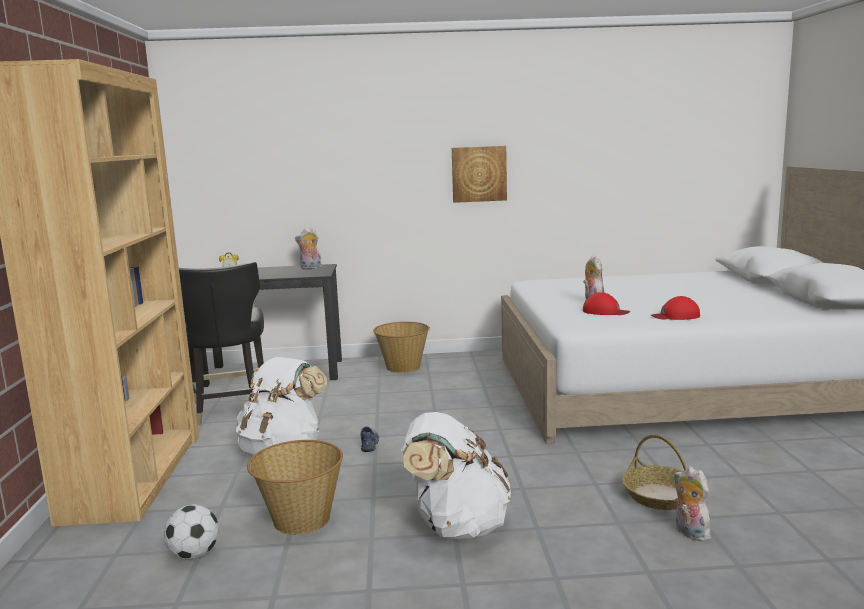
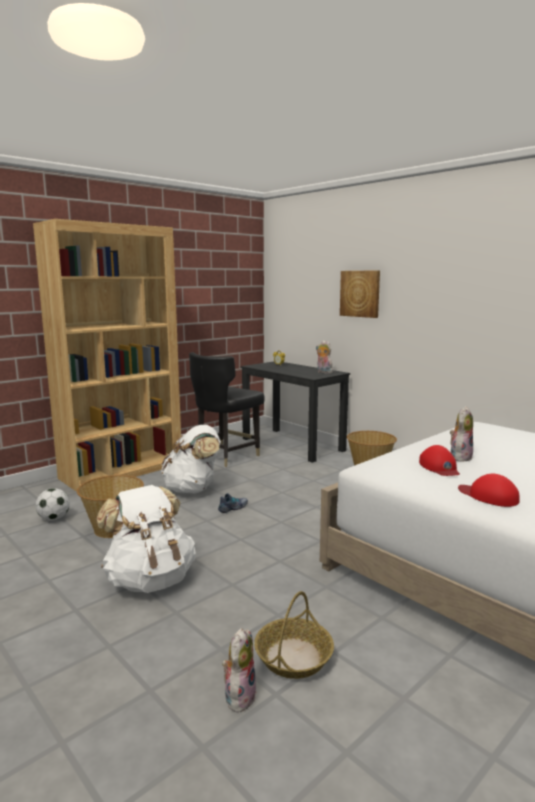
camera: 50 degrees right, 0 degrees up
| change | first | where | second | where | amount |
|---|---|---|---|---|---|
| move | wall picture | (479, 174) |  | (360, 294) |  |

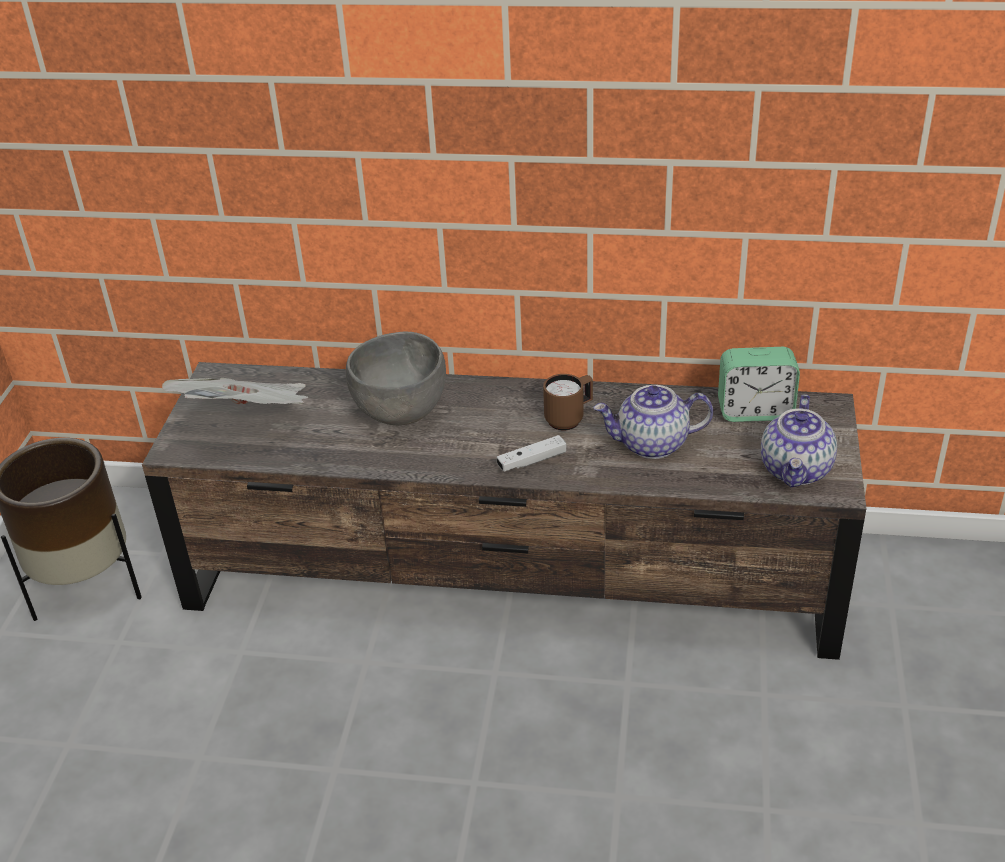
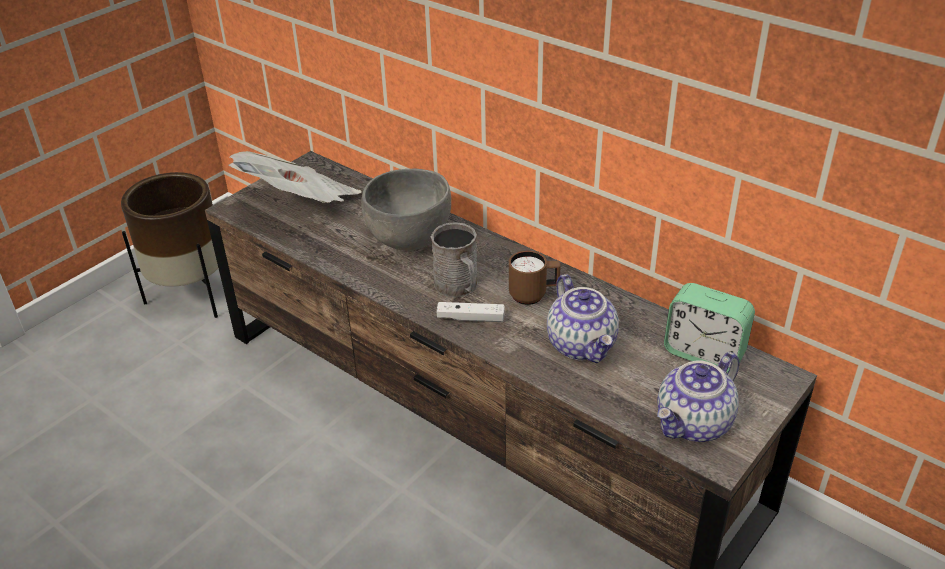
camera: 30 degrees right, 0 degrees up
| change | first | where | second | where | amount |
|---|---|---|---|---|---|
| rotate | pot for tea | (653, 422) |  | (583, 318) | 135 degrees counterclockwise |
| insert |  |  | coffee mug/grey | (454, 259) |  |

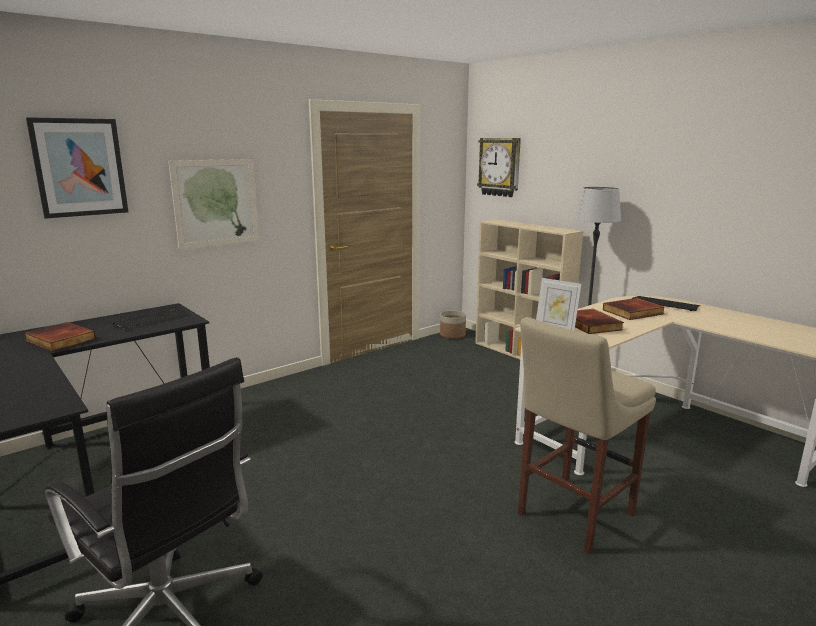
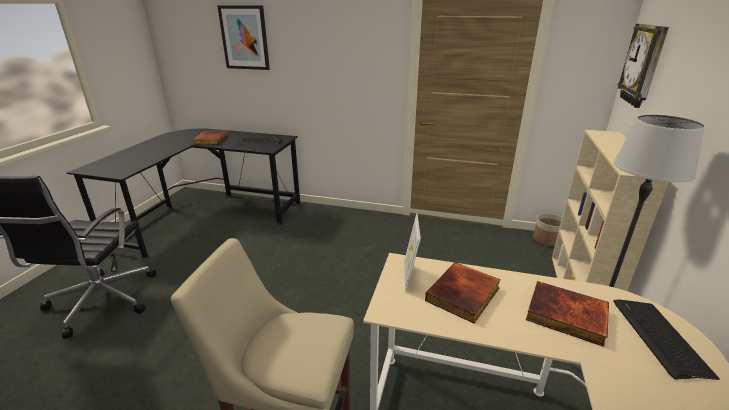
camera: 55 degrees right, 10 degrees up
| change | first | where | second | where | amount |
|---|---|---|---|---|---|
| delete | wall picture | (213, 204) |  |  |  |

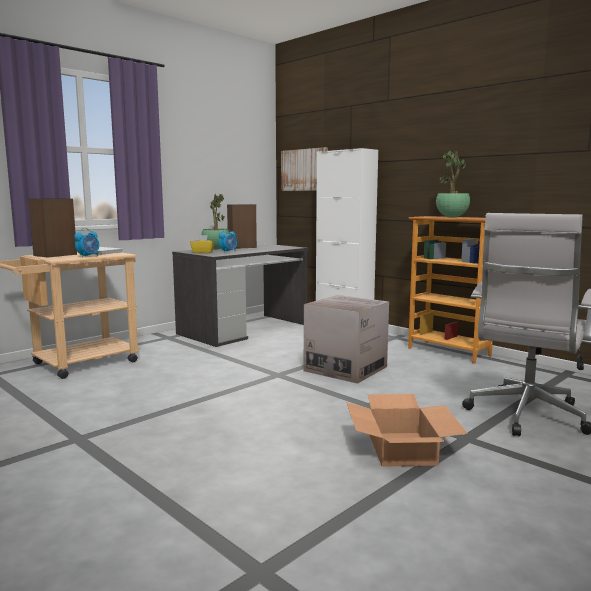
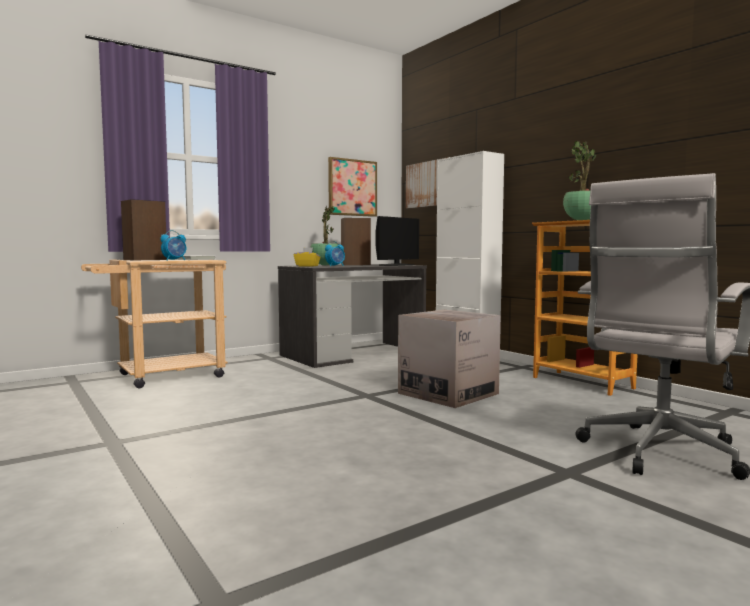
camera: 10 degrees right, 5 degrees down
| change | first | where | second | where | amount |
|---|---|---|---|---|---|
| delete | cardboard box | (407, 430) |  |  |  |
| insert |  |  | wall picture | (352, 187) |  |
| insert |  |  | computer display | (397, 241) |  |

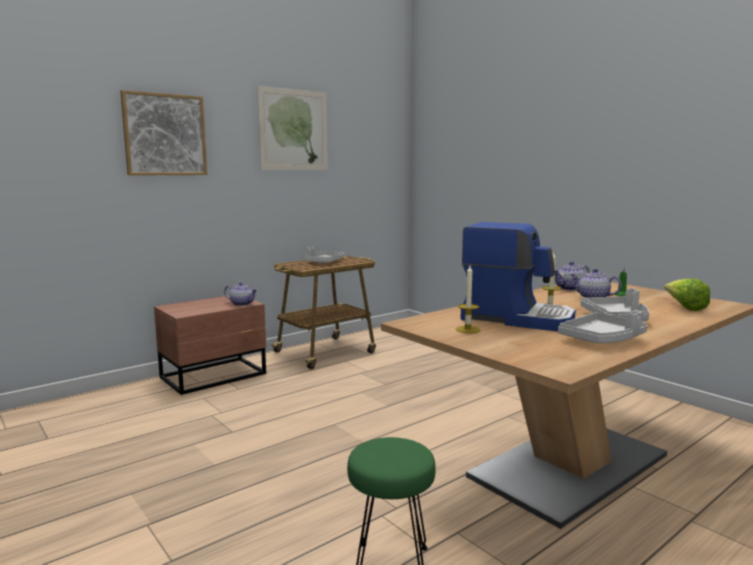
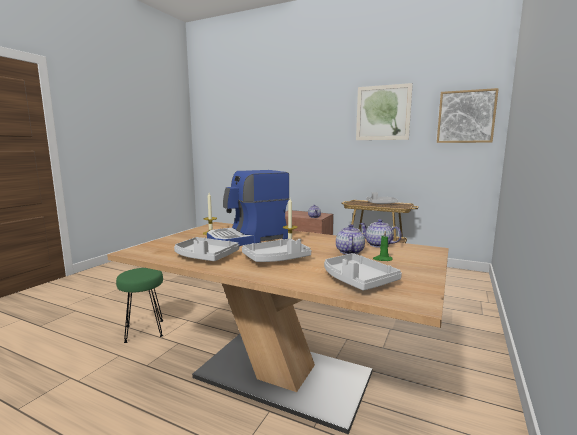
camera: 65 degrees right, 0 degrees up
| change | first | where | second | where | amount |
|---|---|---|---|---|---|
| move | wall picture | (163, 133) |  | (468, 115) |  |
| rotate | coffee machine | (518, 277) |  | (248, 208) | 60 degrees clockwise |
| replace | lettuce head | (687, 295) | serving tray/grey | (363, 272) |  |

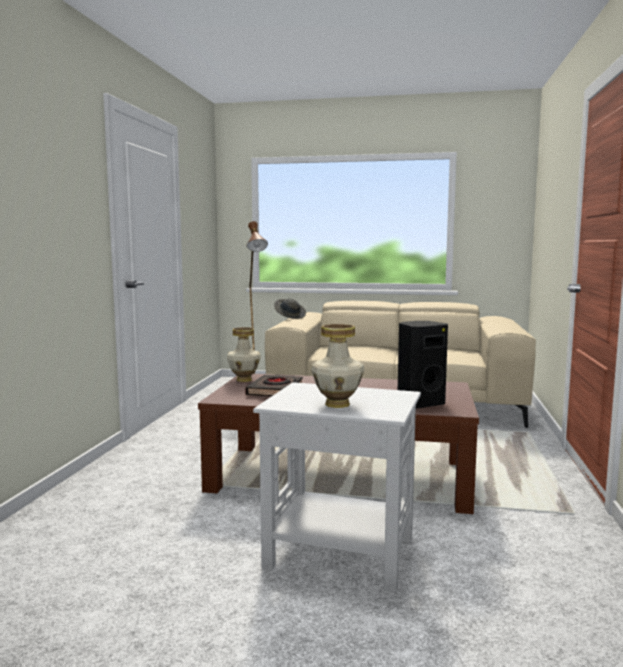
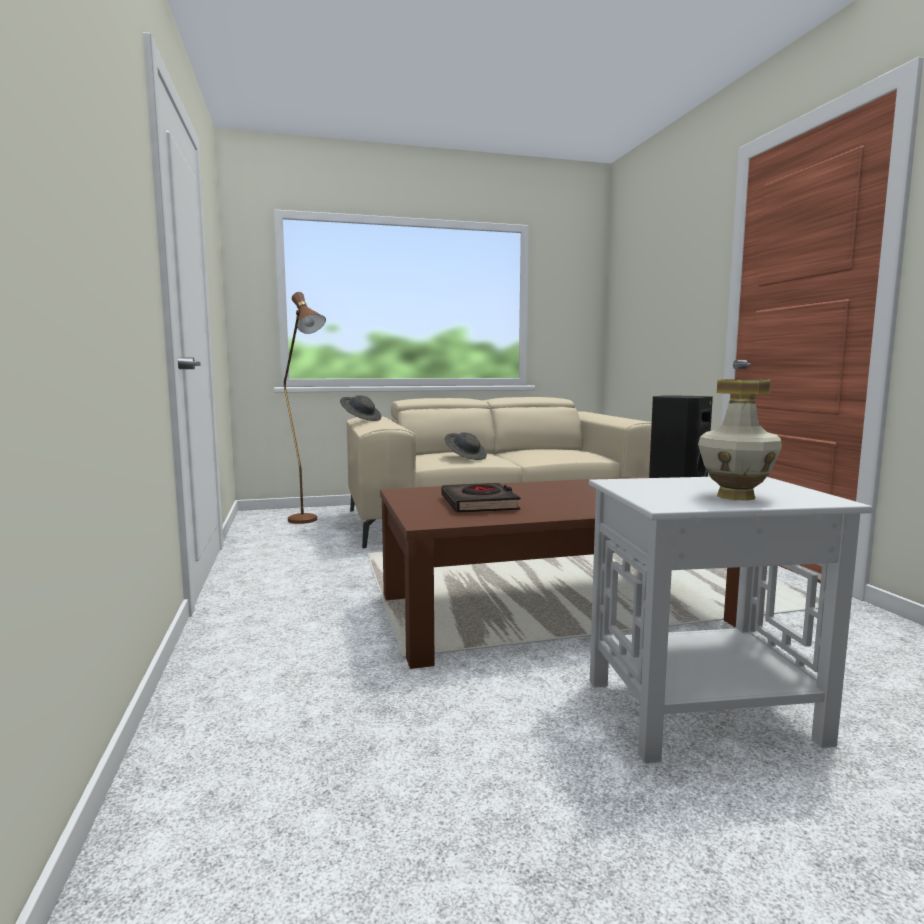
camera: 25 degrees left, 0 degrees up
| change | first | where | second | where | amount |
|---|---|---|---|---|---|
| delete | vase | (244, 354) |  |  |  |
| insert |  |  | clothing hat/grey | (466, 446) |  |

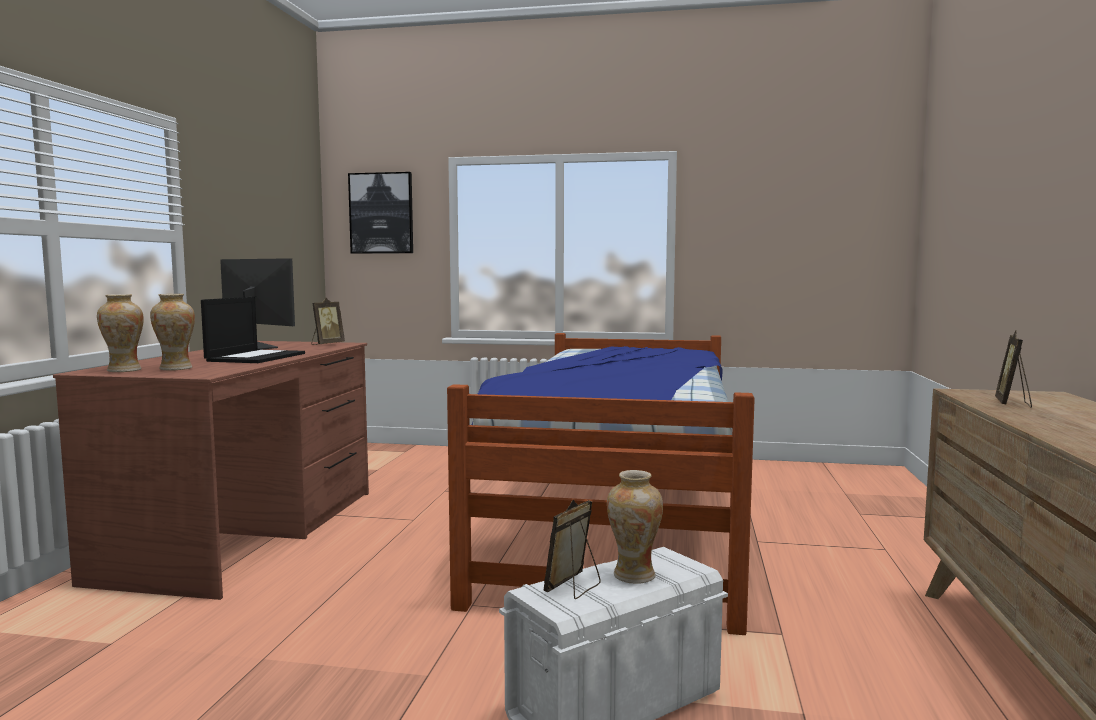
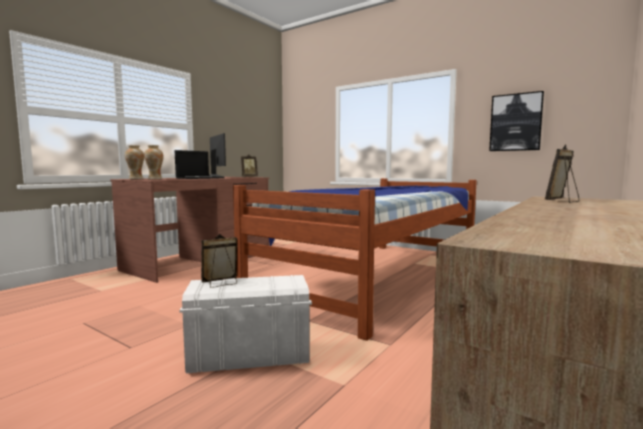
camera: 25 degrees right, 0 degrees up
| change | first | where | second | where | amount |
|---|---|---|---|---|---|
| move | wall picture | (380, 213) |  | (516, 121) |  |
| delete | vase | (635, 527) |  |  |  |

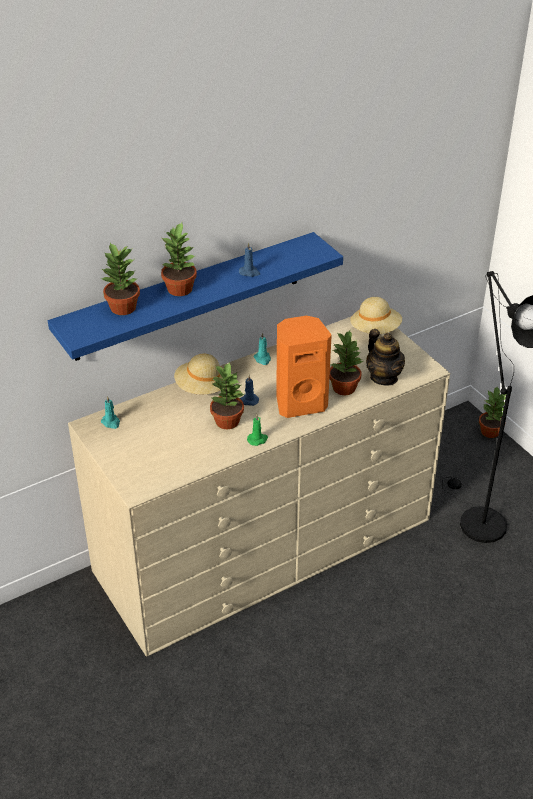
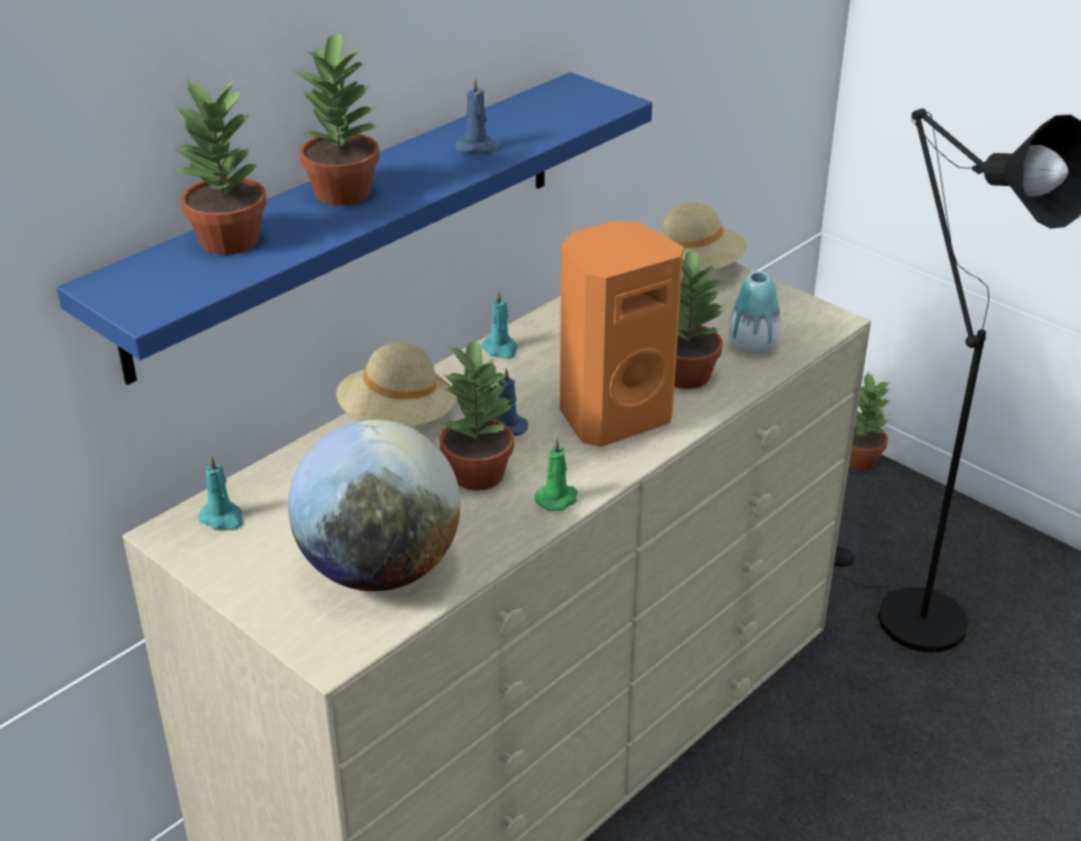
camera: 15 degrees left, 5 degrees down
| change | first | where | second | where | amount |
|---|---|---|---|---|---|
| replace | pot for tea | (385, 357) | vase | (754, 312) |  |
| insert |  |  | world globe | (374, 505) |  |

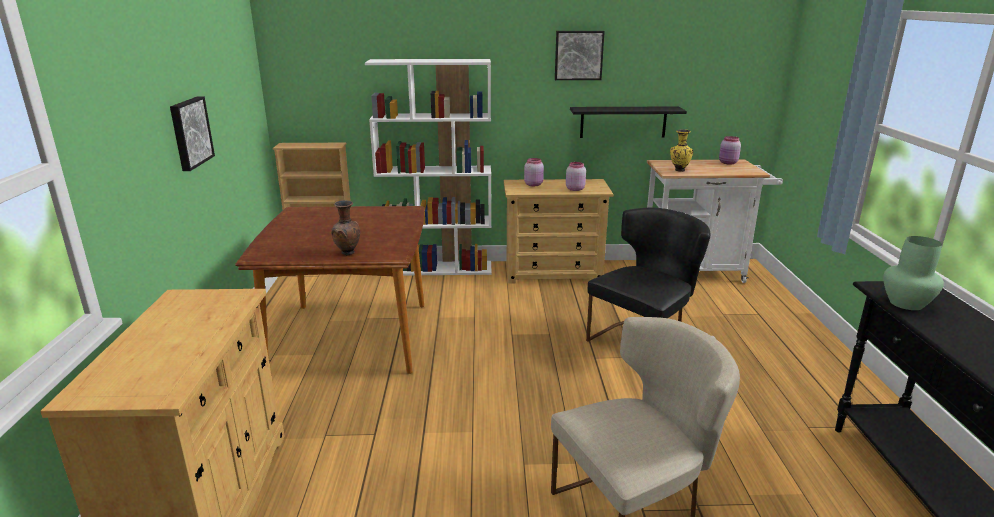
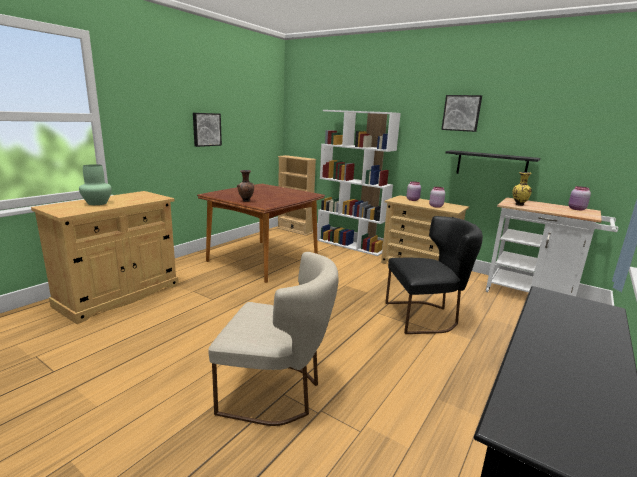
camera: 35 degrees right, 5 degrees down
| change | first | where | second | where | amount |
|---|---|---|---|---|---|
| move | vase/greenish | (913, 273) |  | (95, 184) |  |

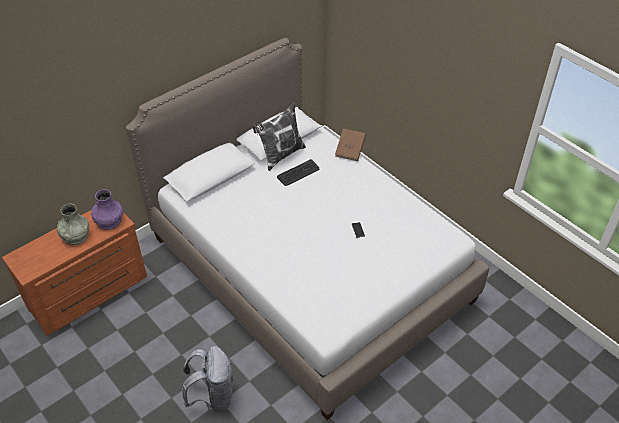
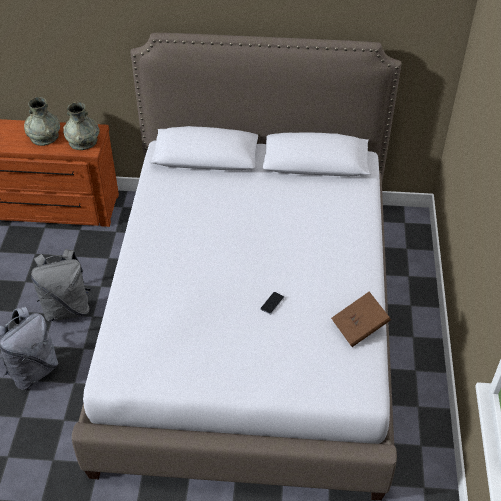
camera: 45 degrees right, 0 degrees up
| change | first | where | second | where | amount |
|---|---|---|---|---|---|
| delete | cushion | (279, 137) |  |  |  |
| move | volume/brownish | (350, 144) |  | (361, 319) |  |
| delete | PC keyboard | (298, 172) |  |  |  |
| recolor | vase/purplish | (107, 209) | vase/grey | (81, 126) |  |
| insert |  |  | rucksack/grey | (61, 285) |  |

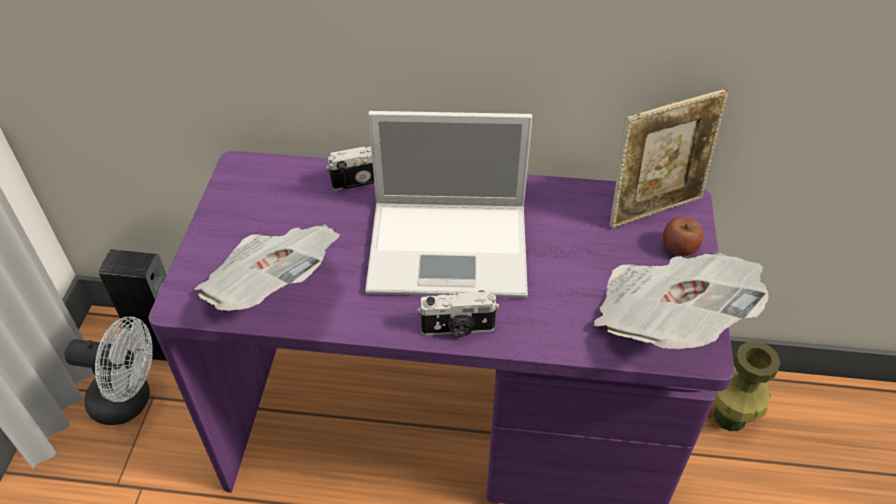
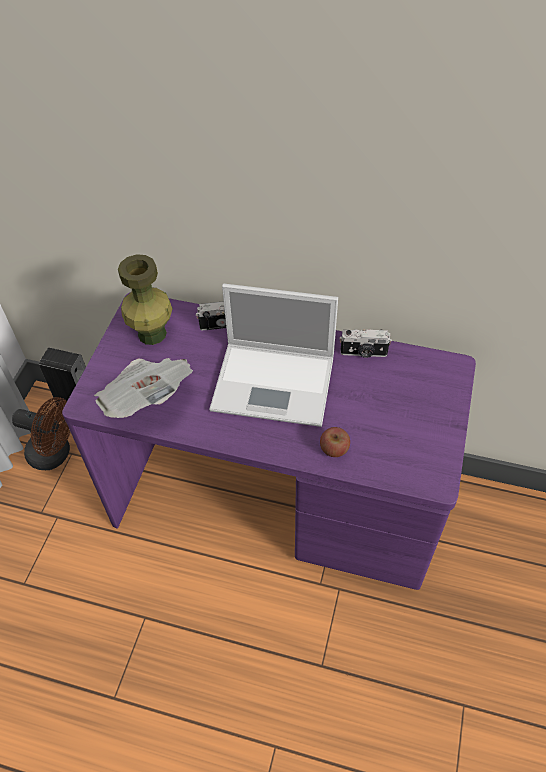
camera: 10 degrees right, 5 degrees up
| change | first | where | second | where | amount |
|---|---|---|---|---|---|
| delete | standing frame | (669, 158) |  |  |  |
| move | apple | (683, 236) |  | (335, 442) |  |
| delete | newspaper | (681, 301) |  |  |  |
| move | photo camera | (458, 313) |  | (366, 343) |  |
| recolor | electric fan/white | (108, 370) | electric fan/brownish | (41, 433) |  |
| move | vase/greenish | (747, 386) |  | (145, 299) |  |

